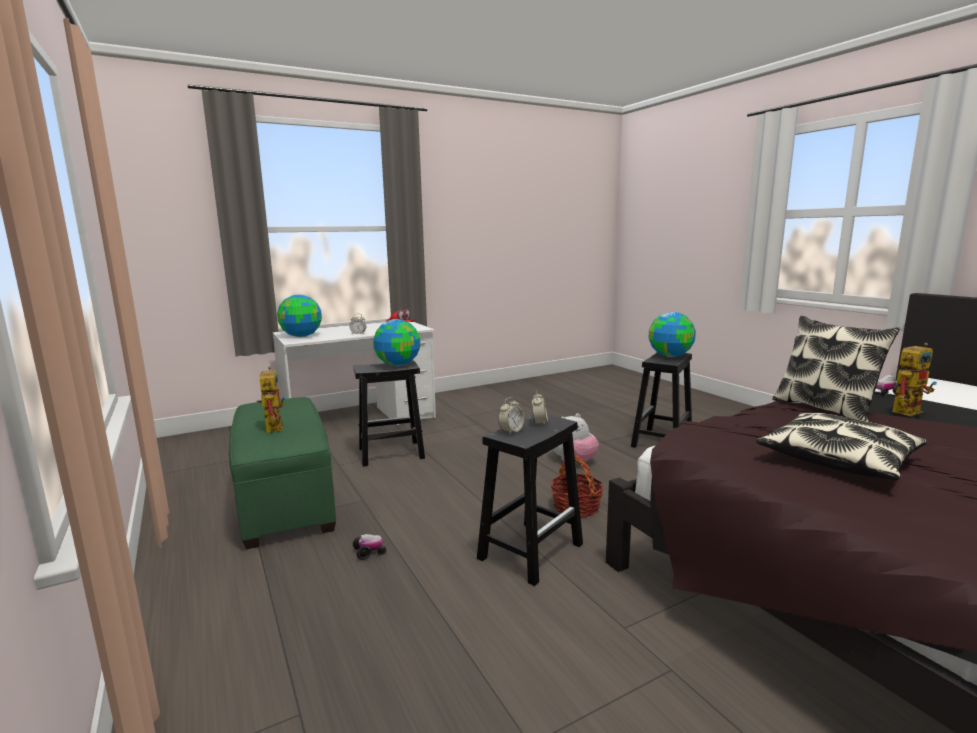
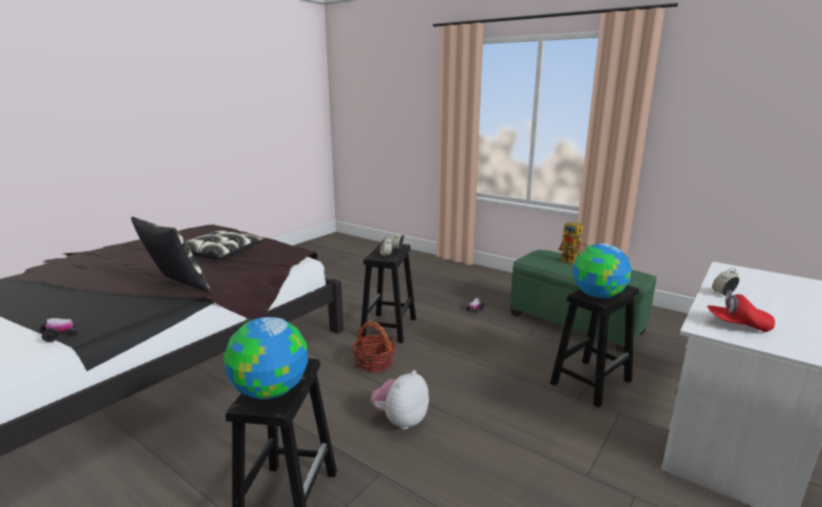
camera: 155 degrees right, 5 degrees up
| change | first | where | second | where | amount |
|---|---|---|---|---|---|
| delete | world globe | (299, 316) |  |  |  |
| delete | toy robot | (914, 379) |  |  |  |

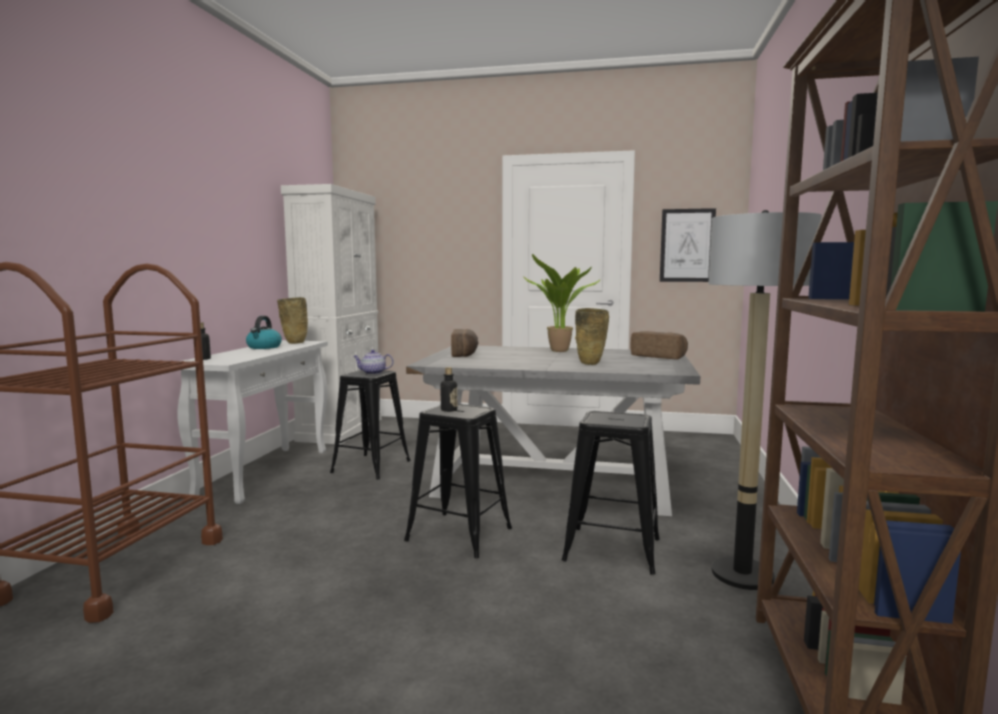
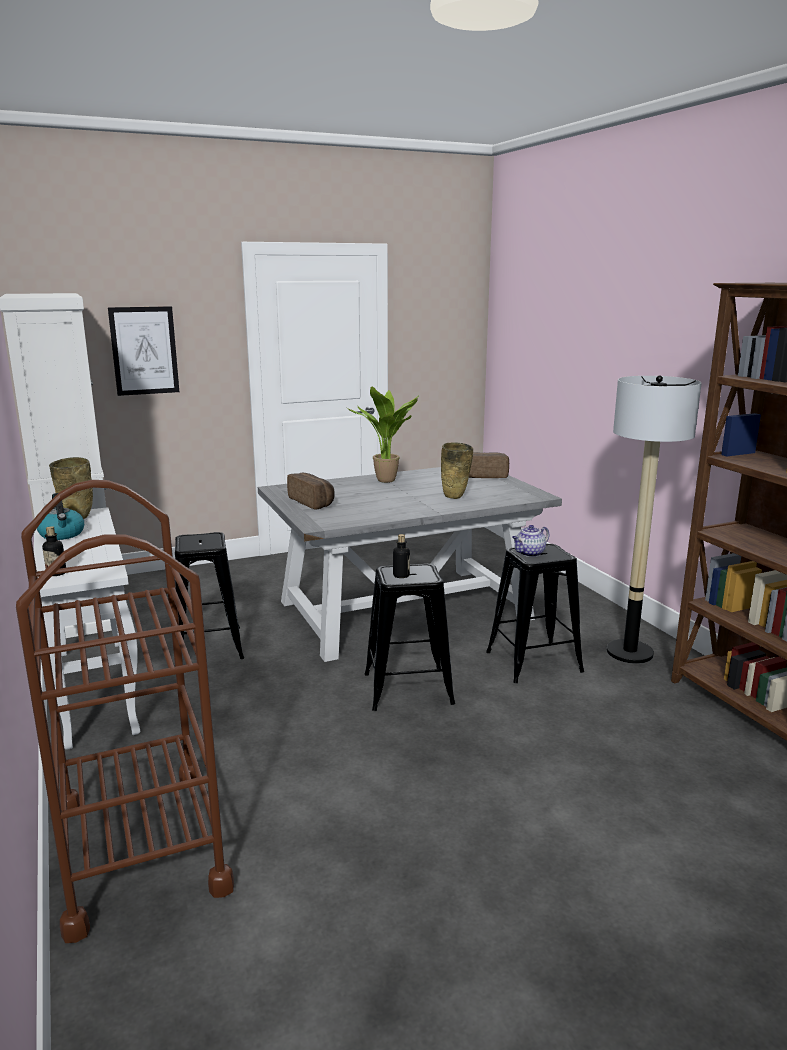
camera: 35 degrees left, 10 degrees up
| change | first | where | second | where | amount |
|---|---|---|---|---|---|
| move | wall picture | (688, 245) |  | (143, 351) |  |
| move | pot for tea | (373, 362) |  | (530, 541) |  |

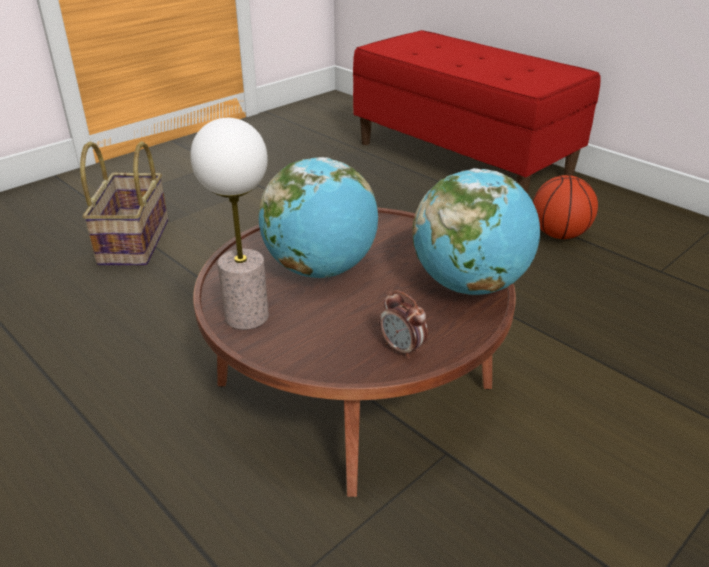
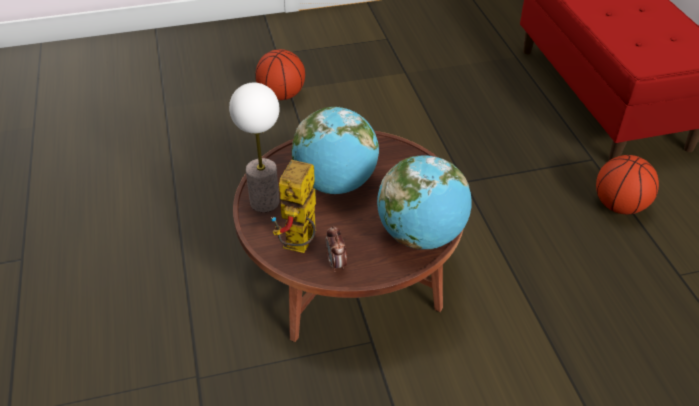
camera: 30 degrees right, 10 degrees up
| change | first | where | second | where | amount |
|---|---|---|---|---|---|
| replace | basket | (124, 203) | ball for basketball | (280, 74) |  |
| insert |  |  | toy robot | (293, 206) |  |

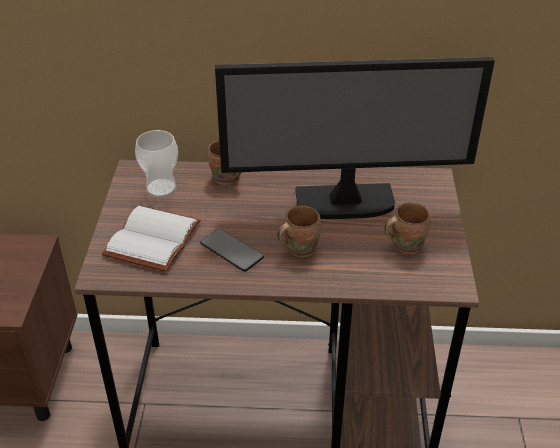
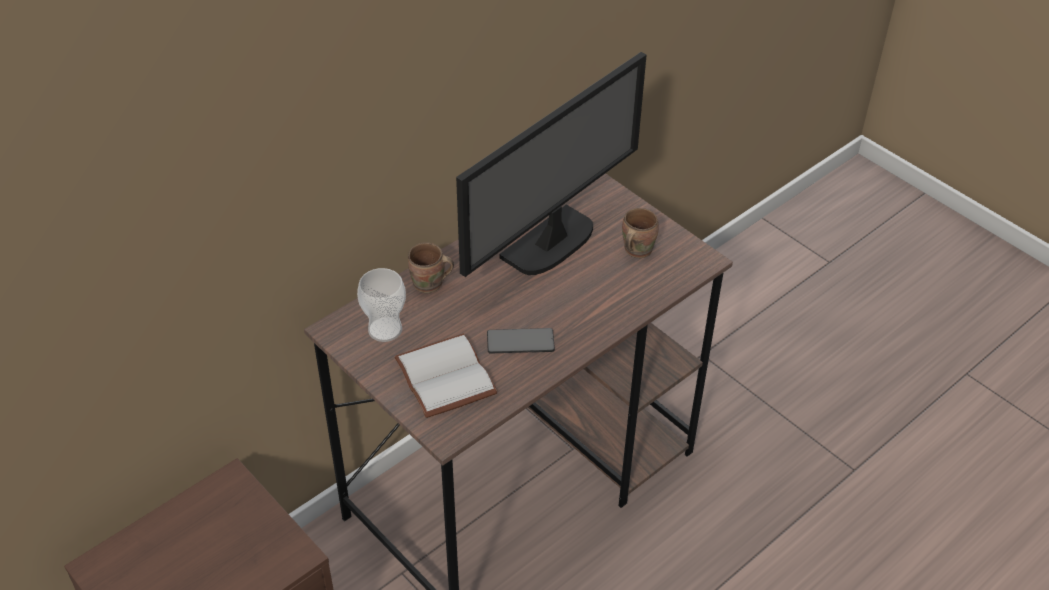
camera: 45 degrees left, 5 degrees up
| change | first | where | second | where | amount |
|---|---|---|---|---|---|
| delete | coffee mug/brownish | (299, 231) |  |  |  |

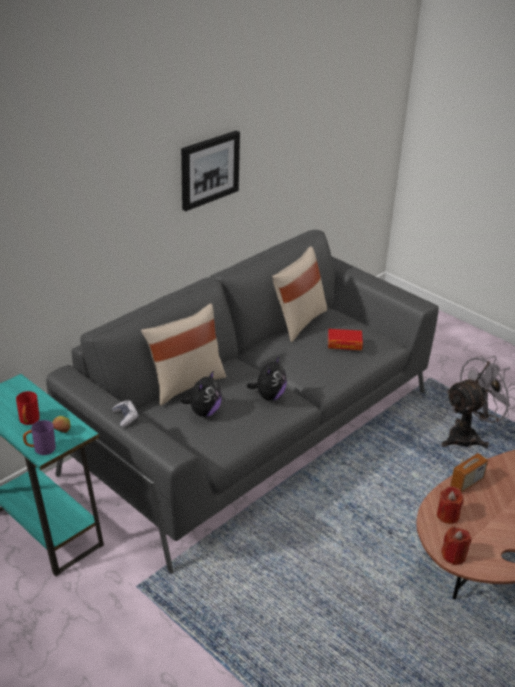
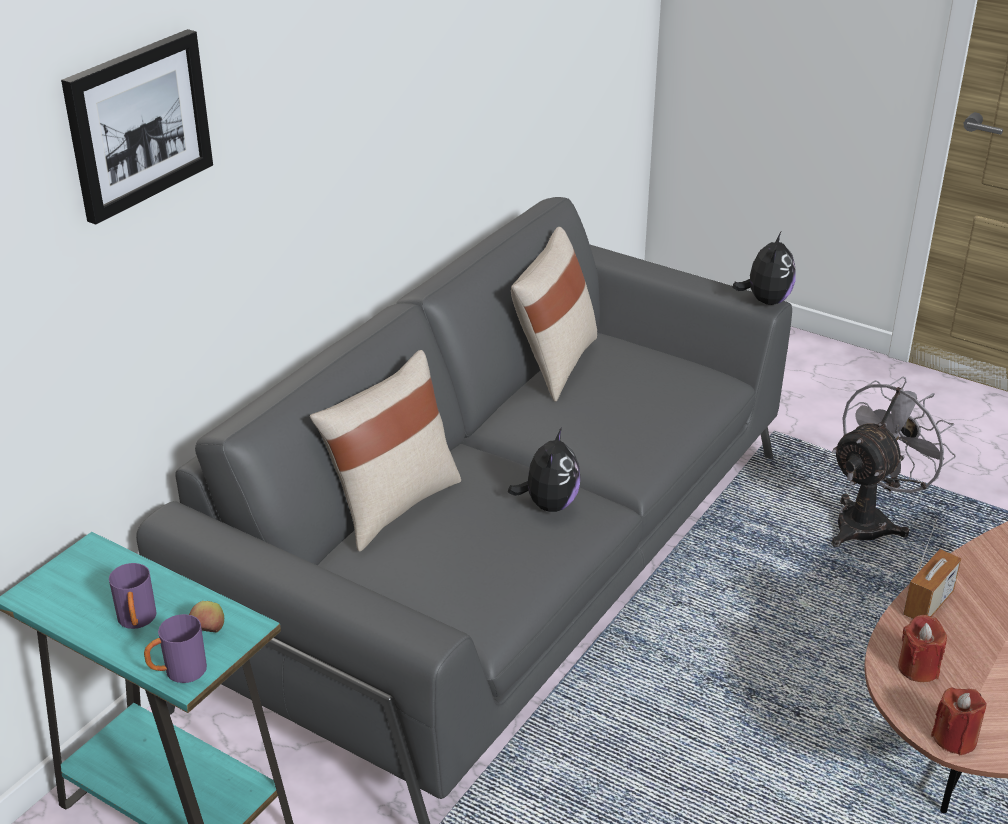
camera: 10 degrees left, 0 degrees up
| change | first | where | second | where | amount |
|---|---|---|---|---|---|
| move | wall picture | (210, 171) |  | (137, 127) |  |
| delete | volume | (345, 339) |  |  |  |
| move | cuddly toy | (201, 393) |  | (764, 268) |  |
| recolor | coffee mug/reddish | (28, 408) | coffee mug/purplish | (133, 596) |  |
| delete | gamepad | (125, 413) |  |  |  |

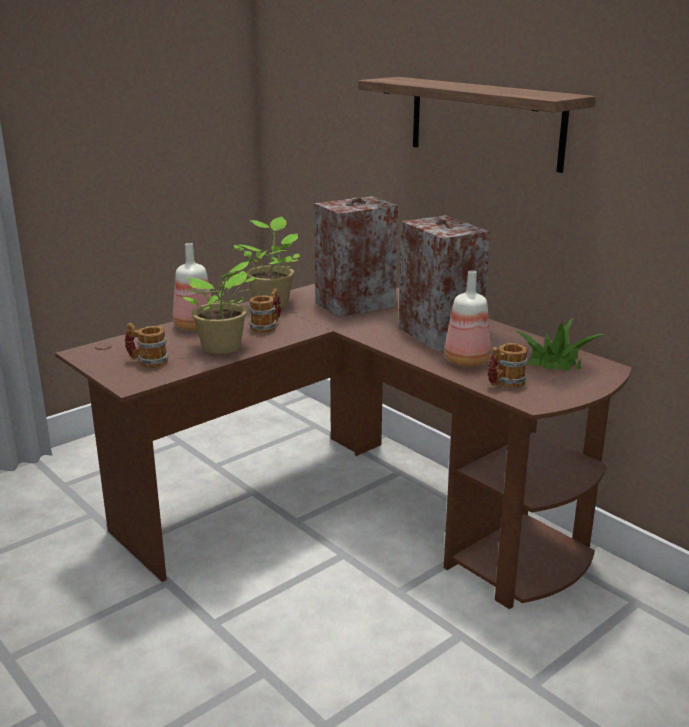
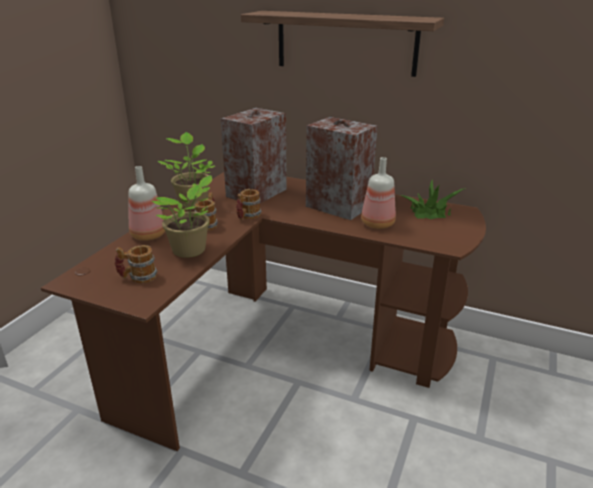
camera: 25 degrees left, 5 degrees up
| change | first | where | second | where | amount |
|---|---|---|---|---|---|
| move | coffee mug | (507, 365) |  | (249, 204) |  |

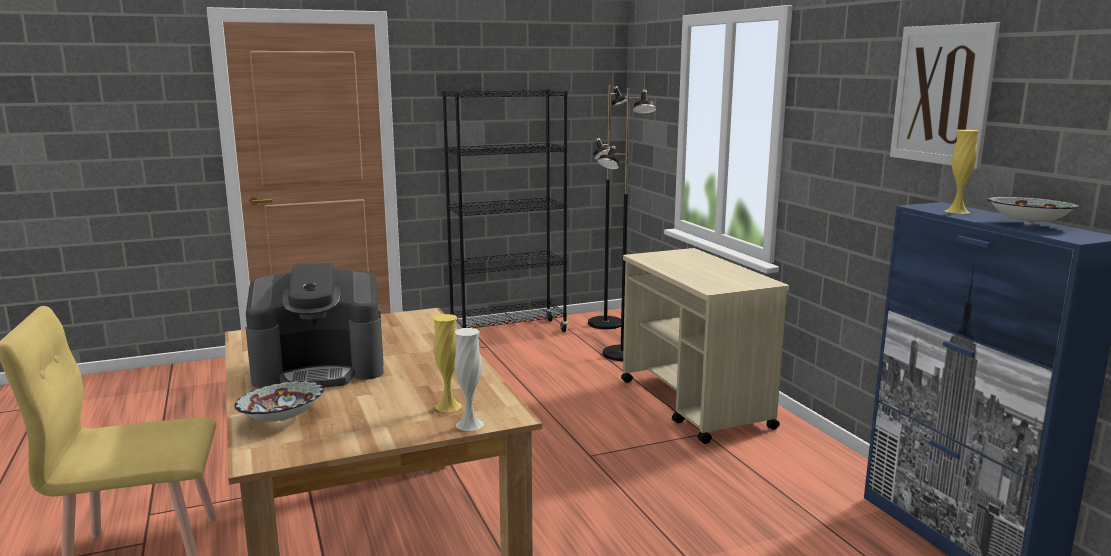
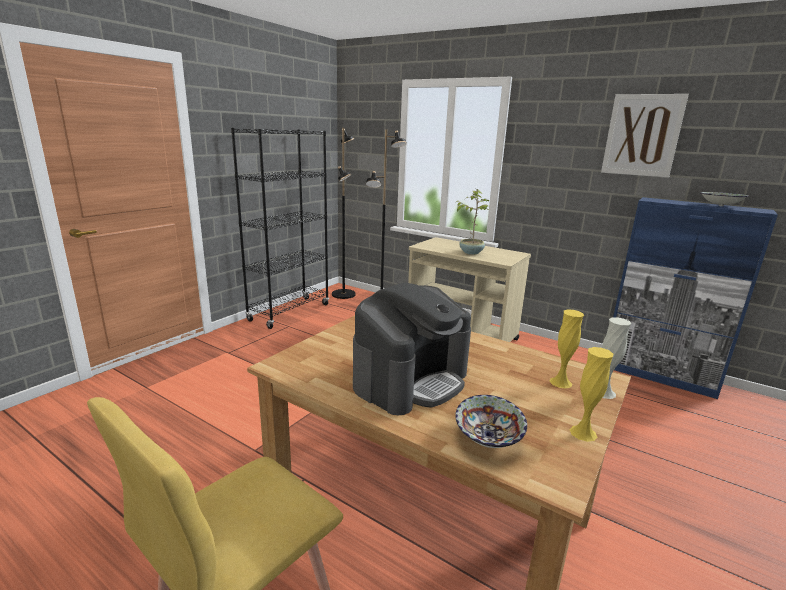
camera: 35 degrees left, 5 degrees up
| change | first | where | second | where | amount |
|---|---|---|---|---|---|
| move | vase/yellowish | (962, 172) |  | (591, 394) |  |
| insert |  |  | plant in a pot | (472, 222) |  |

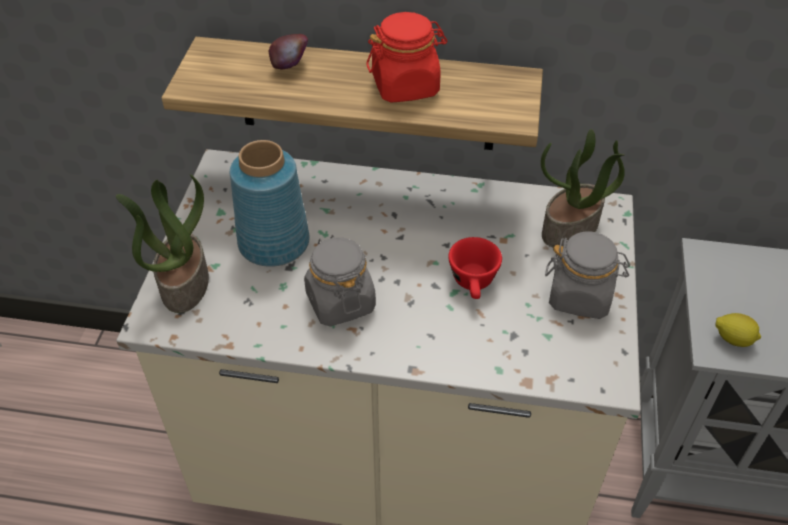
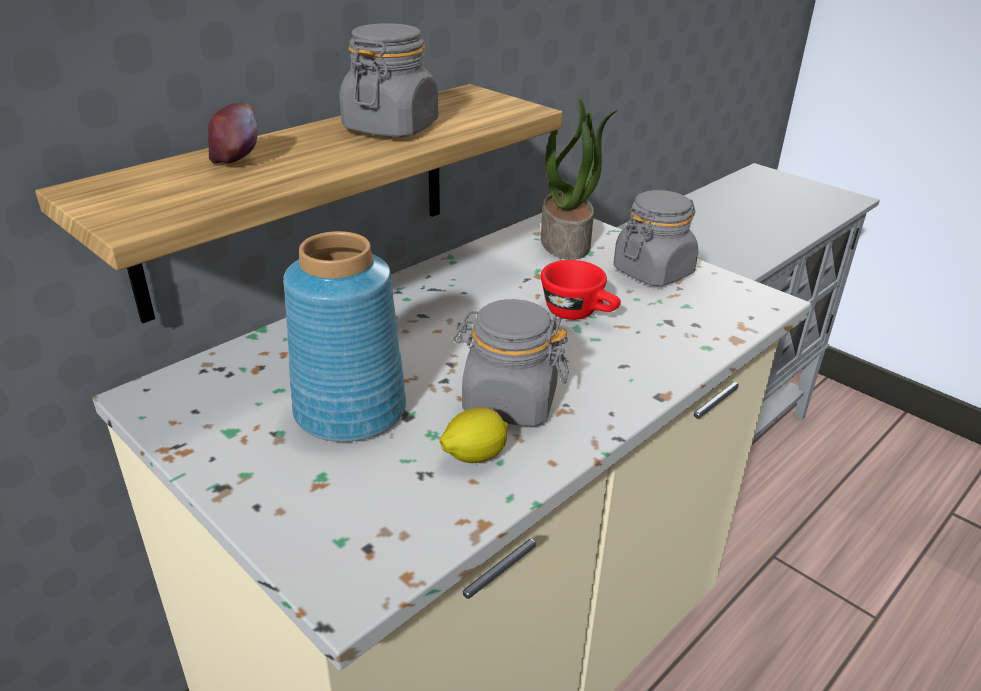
camera: 55 degrees left, 15 degrees down
| change | first | where | second | where | amount |
|---|---|---|---|---|---|
| recolor | storage jar/reddish | (406, 57) | storage jar/grey | (388, 80) |  |
| delete | plant in a pot | (162, 243) |  |  |  |
| move | whole lemon | (738, 330) |  | (474, 435) |  |

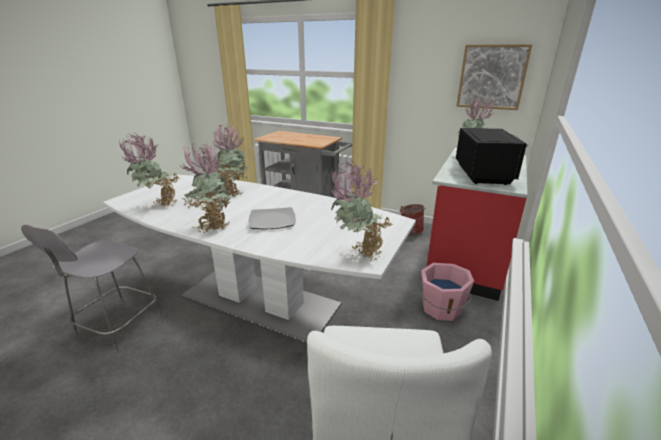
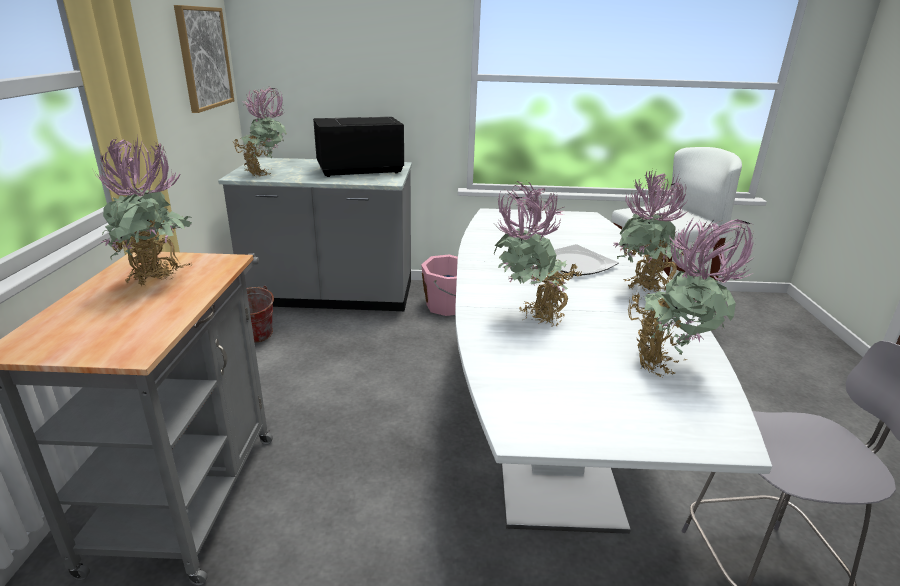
camera: 115 degrees left, 0 degrees up
| change | first | where | second | where | amount |
|---|---|---|---|---|---|
| recolor | kitchen base unit/reddish | (477, 224) | kitchen base unit/grey | (315, 234) |  |
| move | plant in a pot | (362, 210) |  | (143, 211) |  |

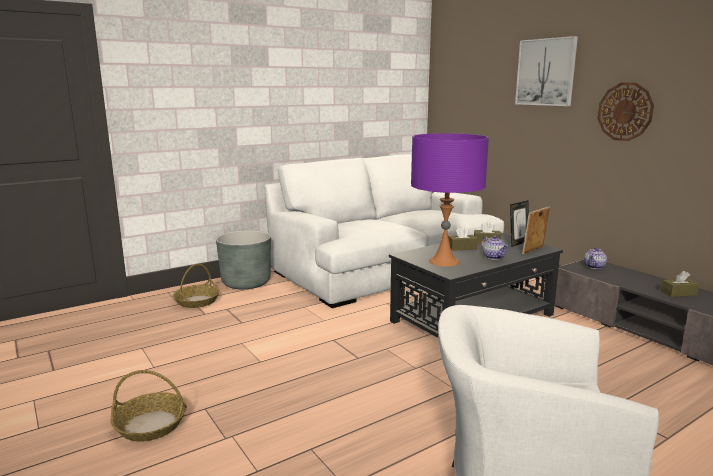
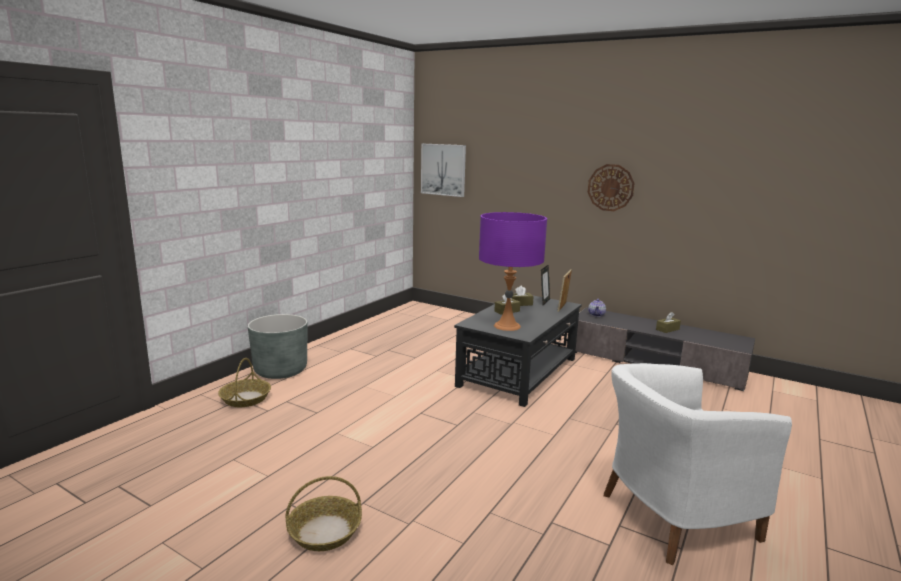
camera: 25 degrees left, 0 degrees up
| change | first | where | second | where | amount |
|---|---|---|---|---|---|
| move | wall picture | (546, 71) |  | (443, 170) |  |
| delete | settee/white | (384, 231) |  |  |  |
| delete | pot for tea | (495, 248) |  |  |  |

